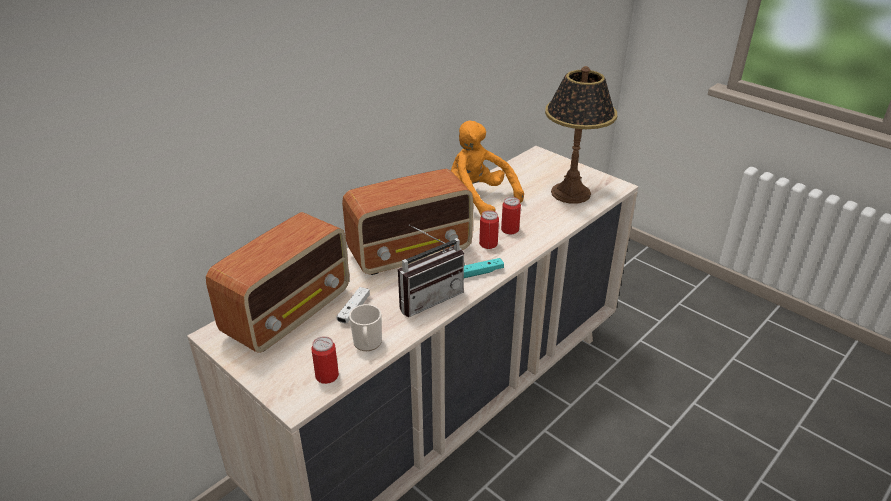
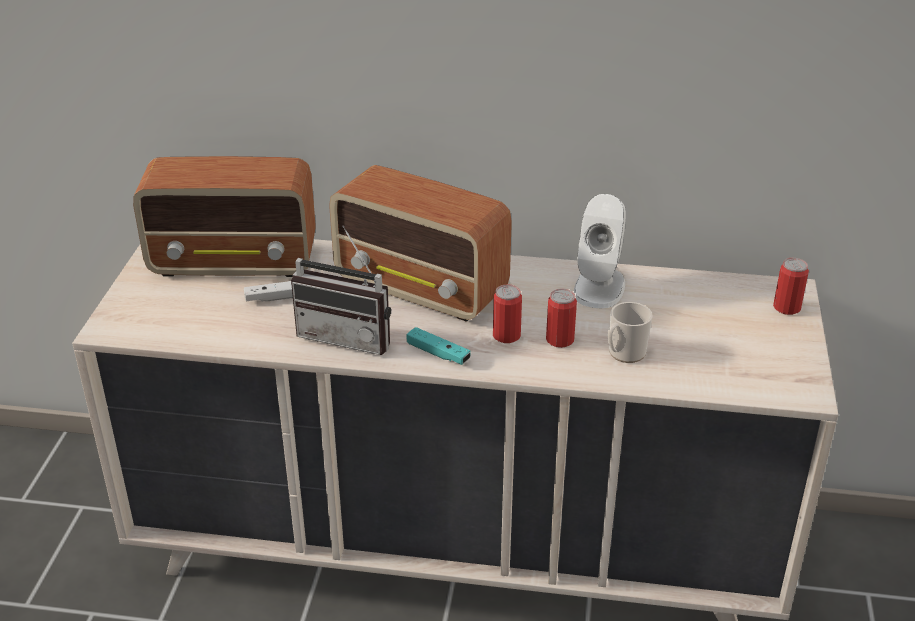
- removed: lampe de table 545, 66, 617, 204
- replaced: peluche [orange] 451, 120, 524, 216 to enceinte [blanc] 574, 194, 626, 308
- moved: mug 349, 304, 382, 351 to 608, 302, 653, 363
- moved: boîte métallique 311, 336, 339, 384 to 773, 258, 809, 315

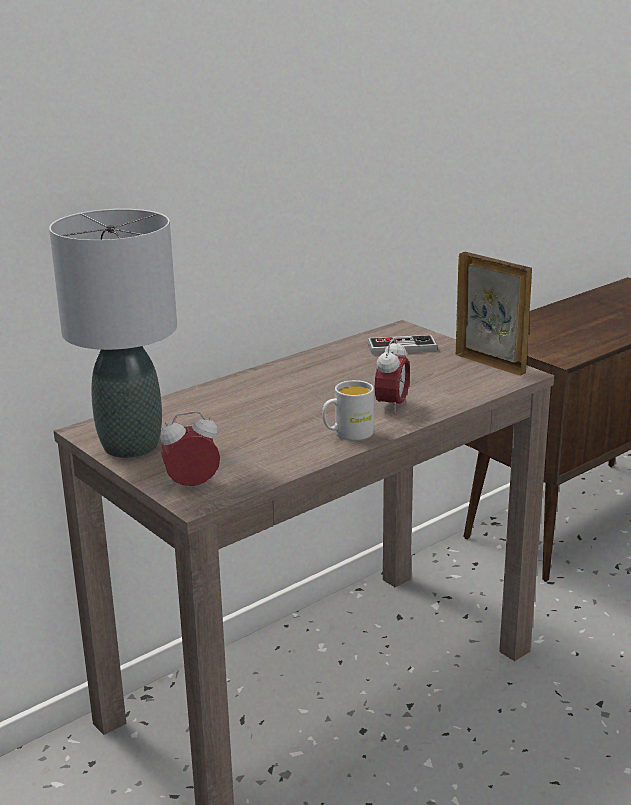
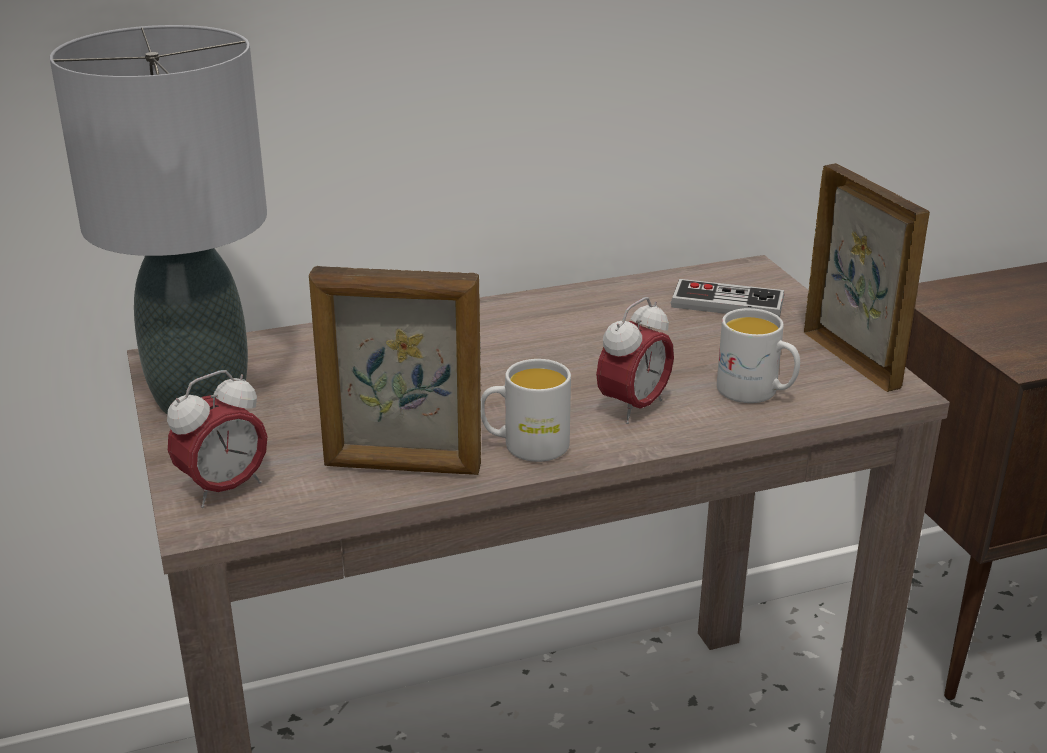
- turned: réveil 160, 411, 220, 486 = 167, 370, 267, 508 135 degrees clockwise
- added: cadre photo 309, 266, 481, 475
- added: mug [blanc] 717, 308, 800, 403

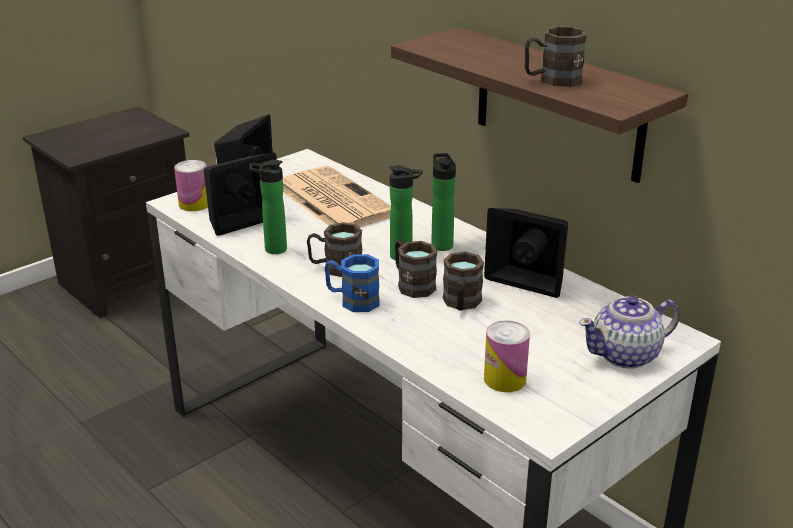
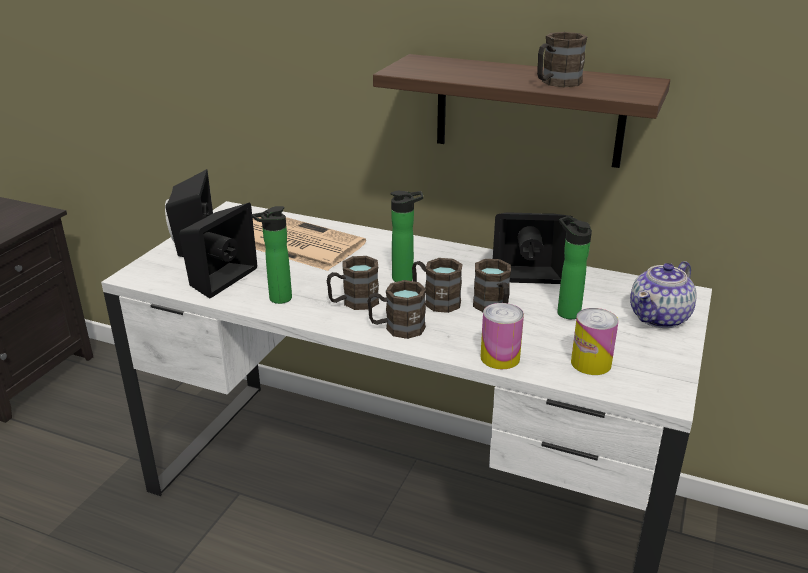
- moved: bouteille 431, 153, 456, 251 to 557, 216, 592, 319
- moved: boîte métallique 174, 160, 208, 211 to 480, 303, 524, 369
- recoloured: mug [bleu] 325, 254, 380, 312 to mug [marron] 367, 280, 426, 339

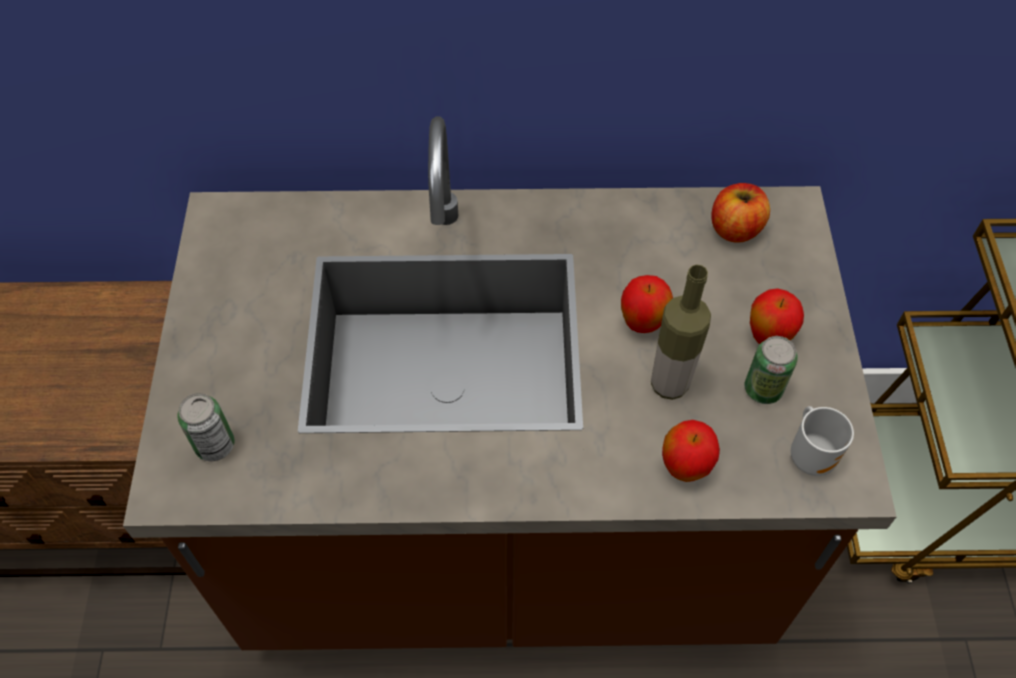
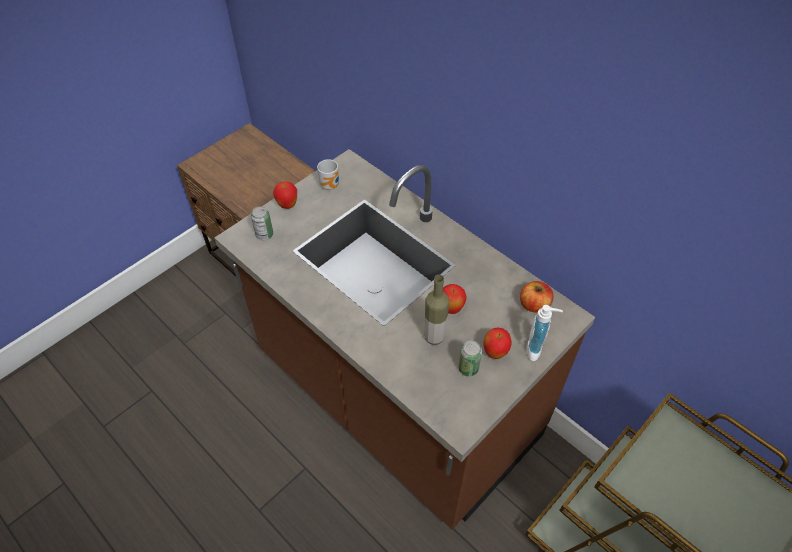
- moved: mug 791, 406, 854, 476 to 317, 159, 339, 190
- moved: pomme 662, 420, 720, 482 to 273, 181, 297, 209
- added: distributeur de savon 526, 305, 563, 361

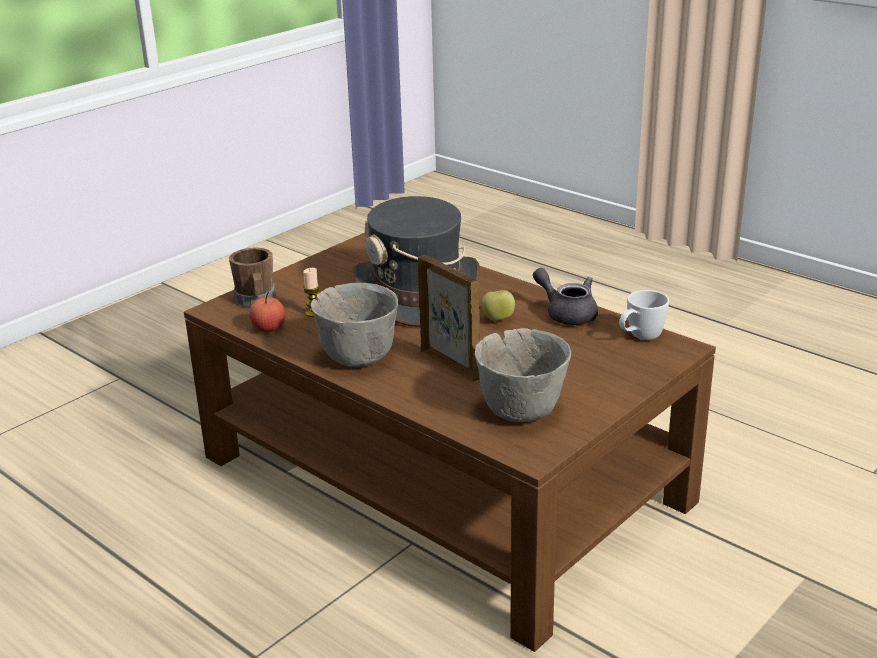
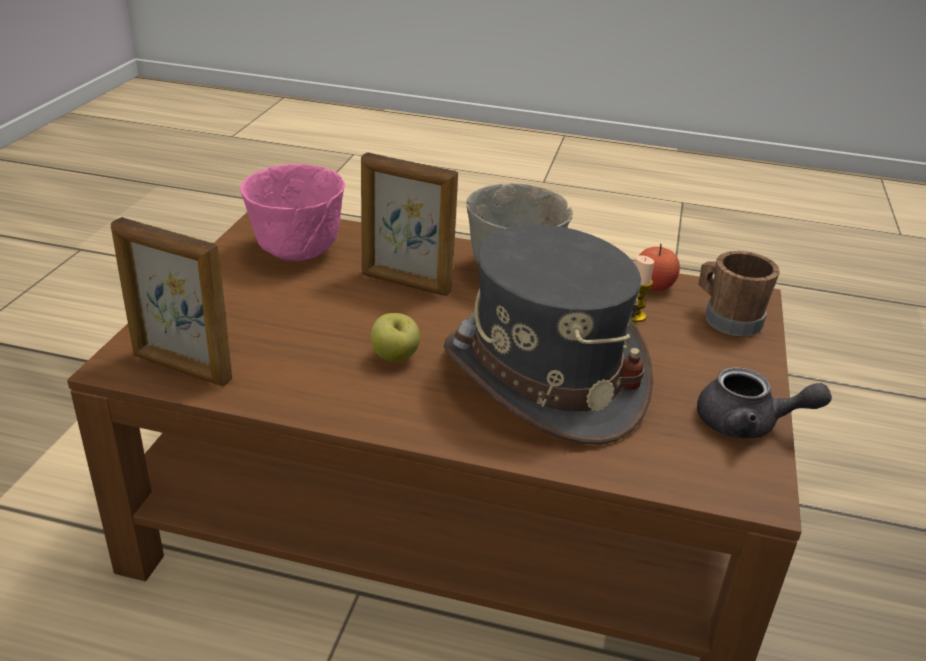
- moved: théière [gris] 533, 268, 598, 325 to 697, 367, 832, 439
- replaced: mug [blanc] 619, 290, 669, 340 to cadre photo 111, 217, 232, 386
- recoloured: bol [gris] 474, 328, 571, 422 to bol [rose] 240, 164, 345, 261

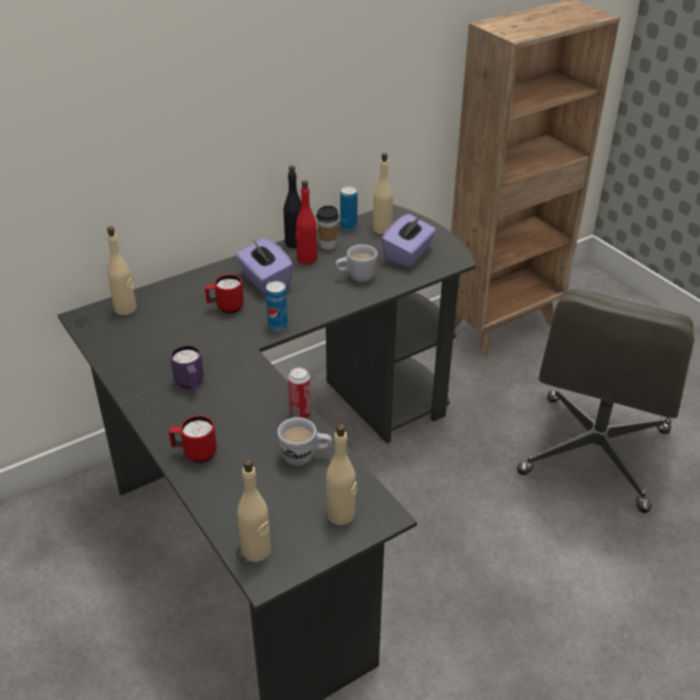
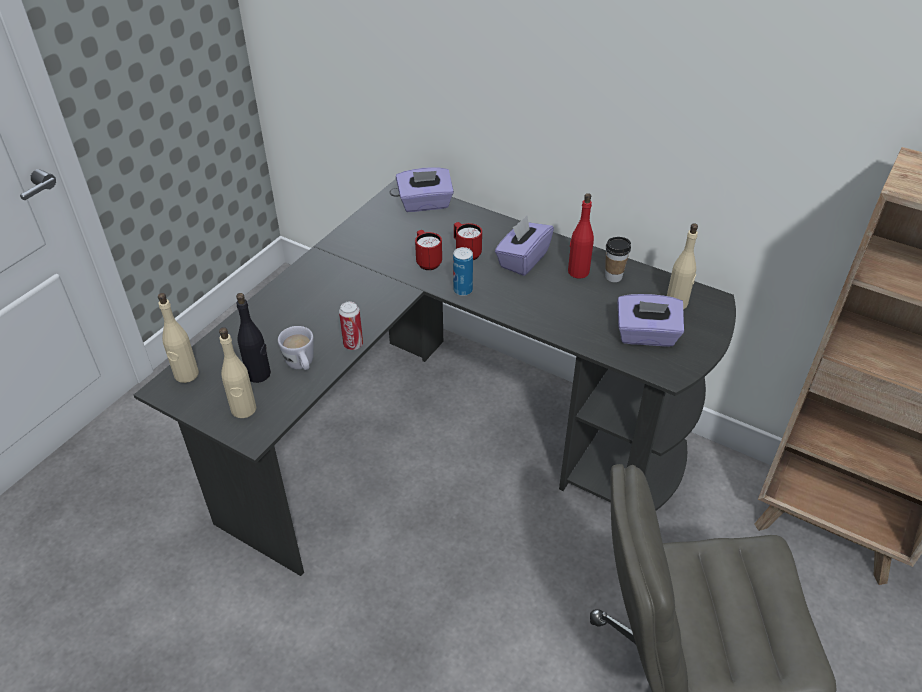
- moved: bouteille [noir] 284, 166, 302, 248 to 236, 293, 271, 383
- removed: boîte métallique 340, 186, 358, 230
- replaced: bouteille [beige] 107, 227, 137, 315 to boîte à mouchoirs [violet] 396, 167, 454, 212
- removed: mug [blanc] 335, 244, 378, 282
- removed: mug [violet] 170, 345, 204, 389
- moved: mug [rouge] 169, 415, 217, 463 to 415, 230, 442, 270

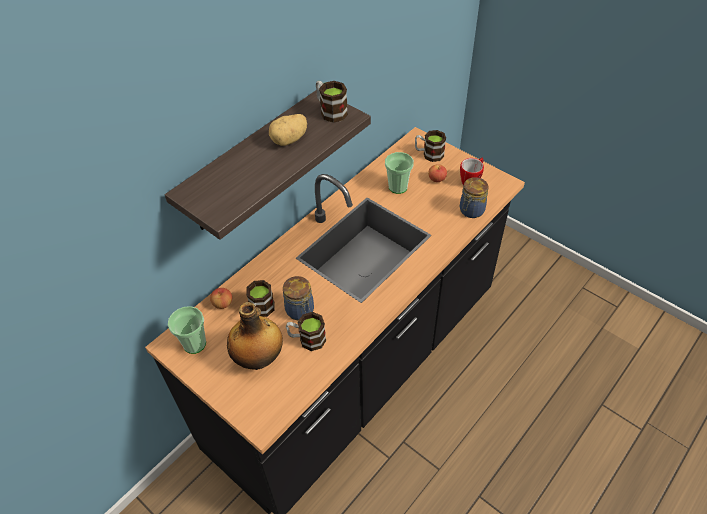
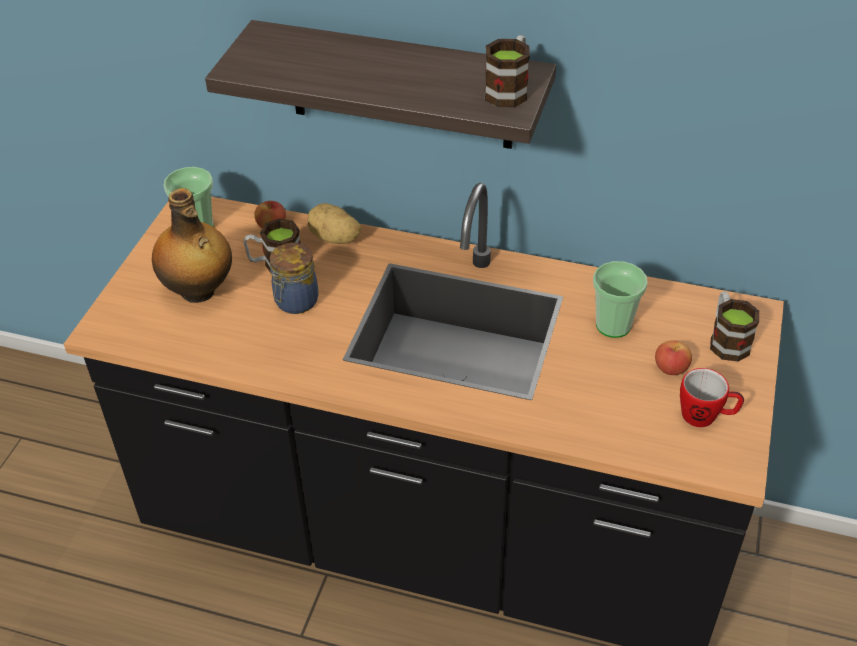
- moved: pomme de terre 269, 114, 307, 146 to 308, 203, 362, 244
- removed: bocal 460, 177, 489, 218
- removed: mug 286, 312, 326, 351

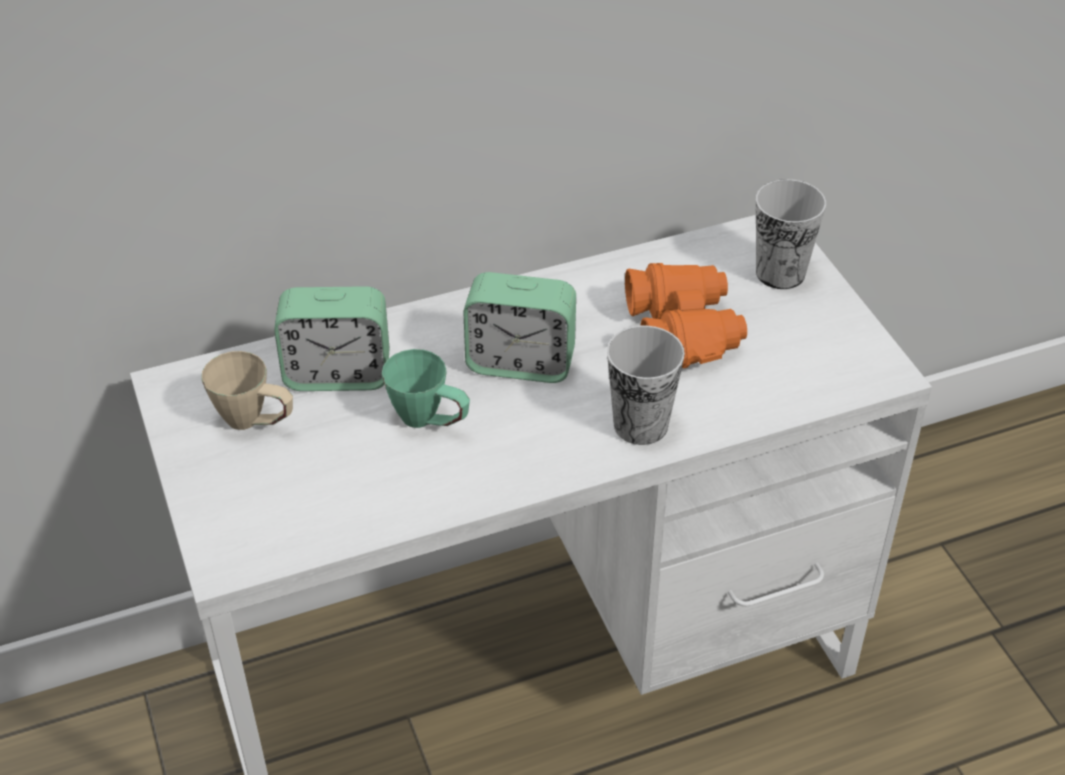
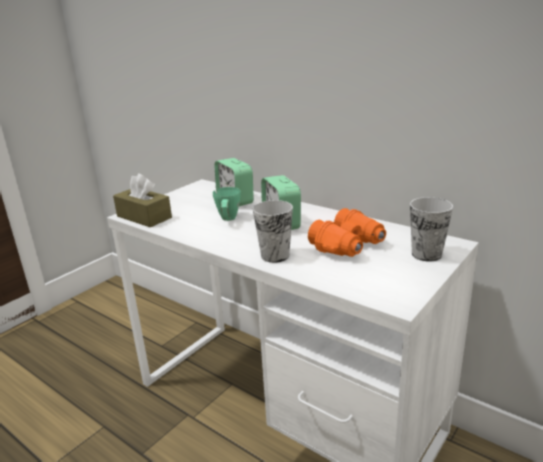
- removed: mug [beige] 201, 351, 293, 430
- added: boîte à mouchoirs [marron] 113, 173, 172, 228

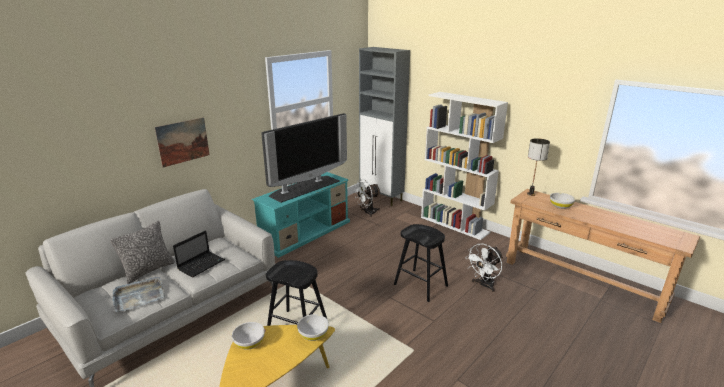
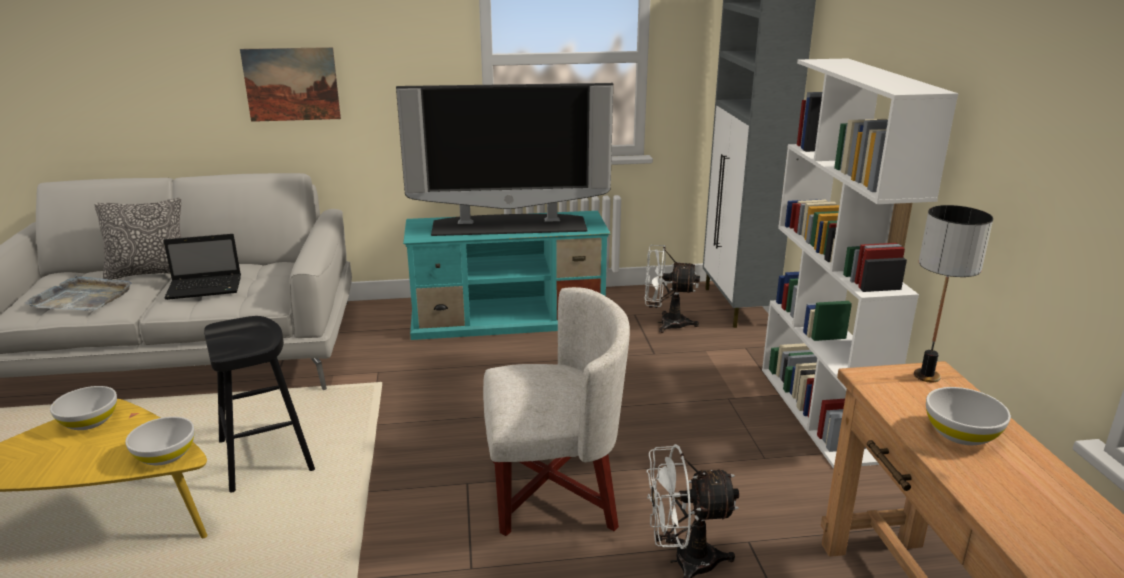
- replaced: tabouret [noir] 394, 224, 448, 302 to fauteuil [blanc] 483, 287, 630, 536

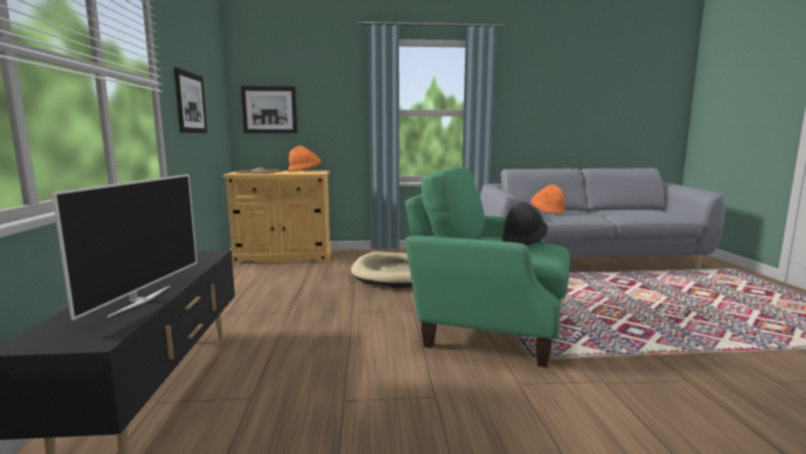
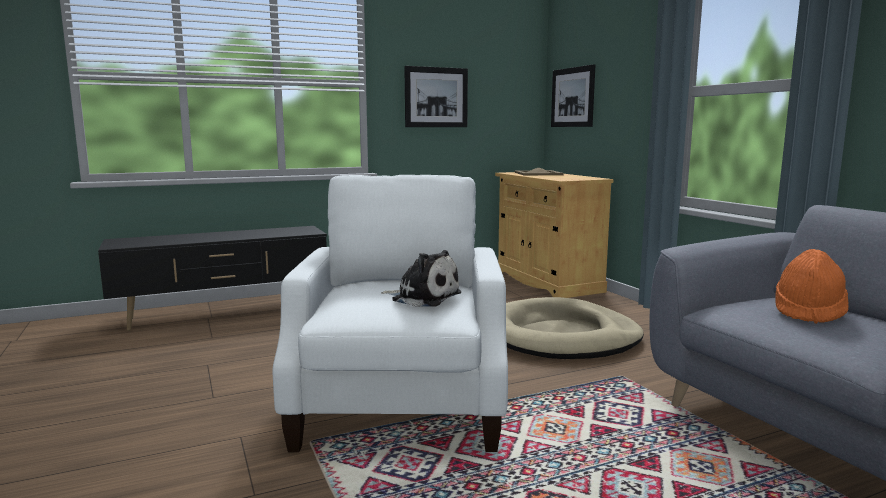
- removed: chapeau [orange] 288, 146, 321, 172
- recoloured: fauteuil [vert] 405, 167, 570, 368 to fauteuil [blanc] 273, 175, 508, 452
- removed: téléviseur 52, 174, 197, 320
- replaced: chapeau [noir] 502, 202, 548, 245 to peluche 381, 250, 462, 307

